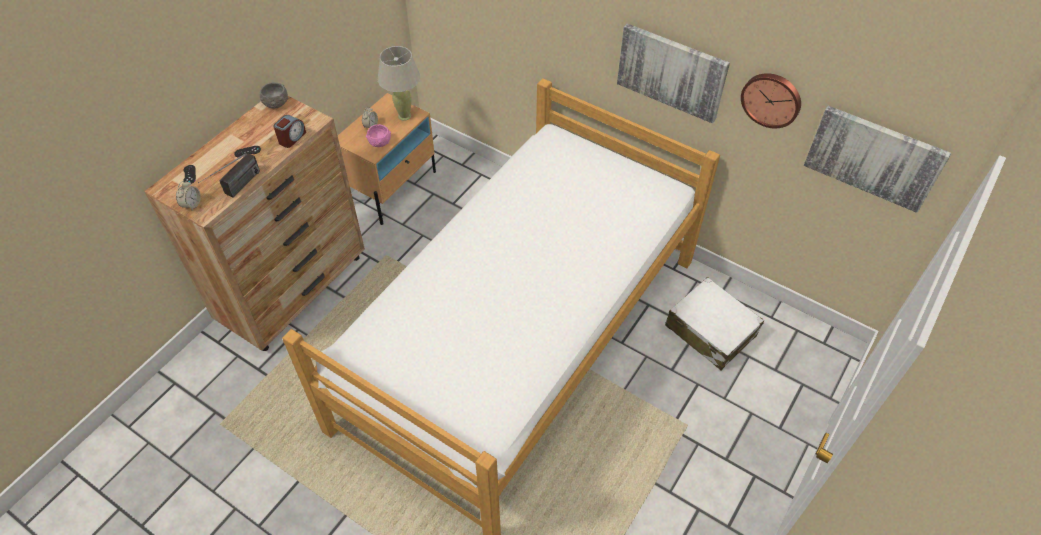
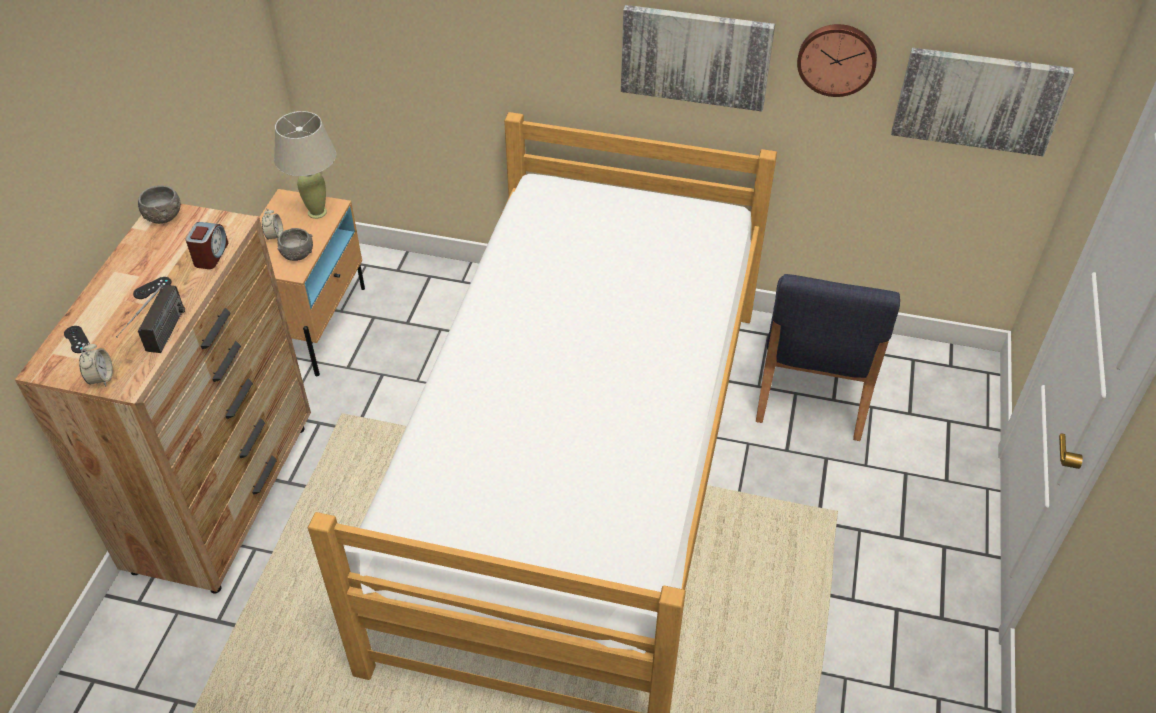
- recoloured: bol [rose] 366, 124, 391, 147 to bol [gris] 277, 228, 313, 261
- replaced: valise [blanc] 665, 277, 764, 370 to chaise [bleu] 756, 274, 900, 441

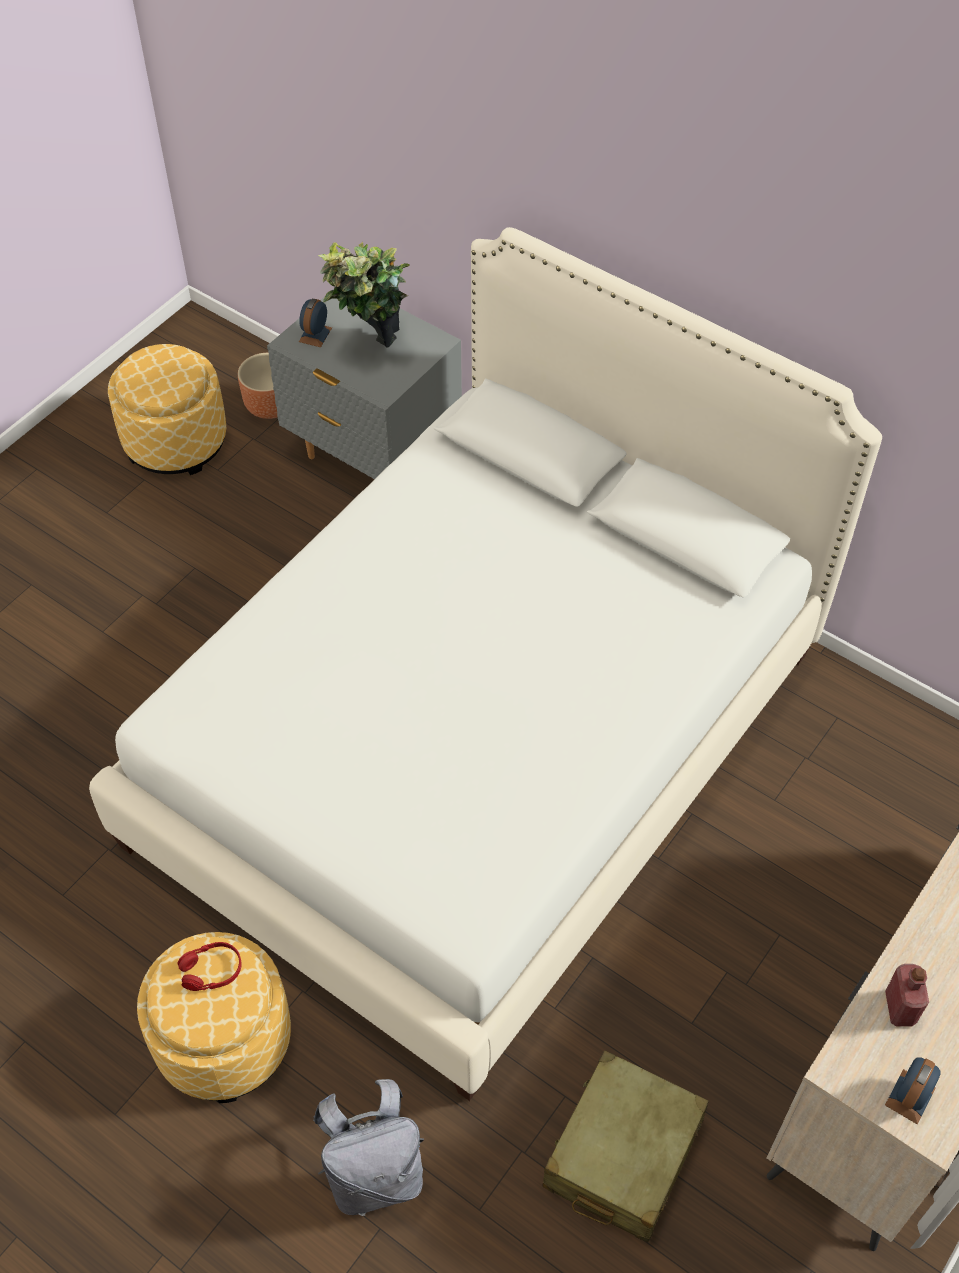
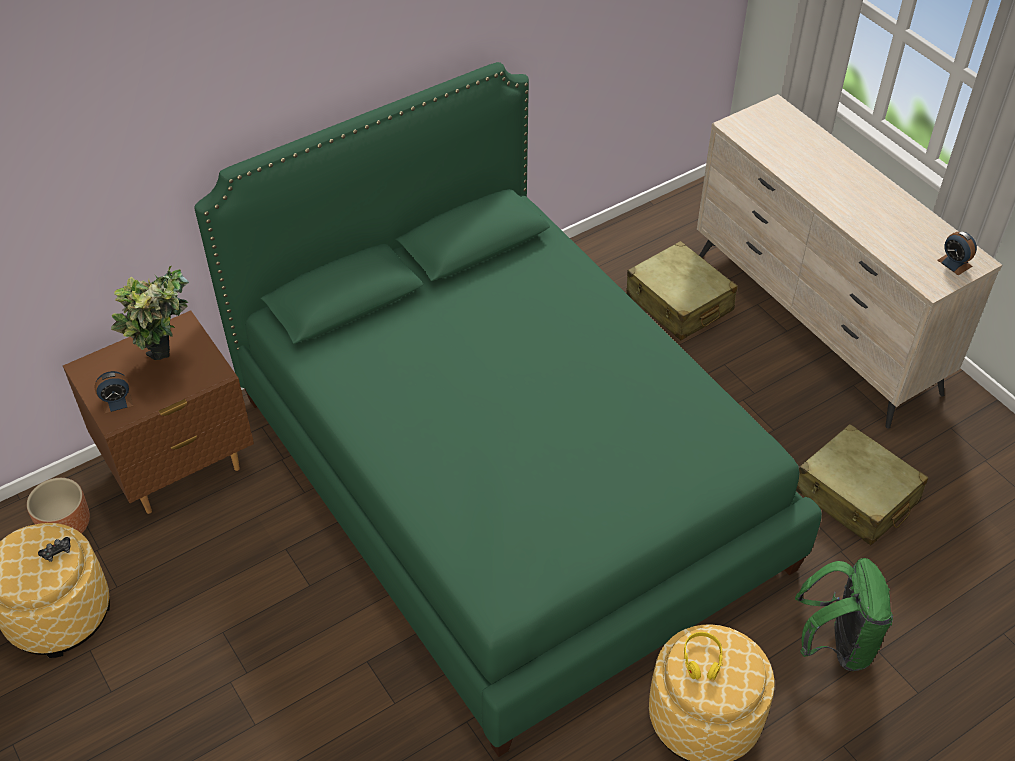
- recoloured: lit [blanc] 89, 227, 882, 1101 to lit [vert] 194, 62, 822, 757
- recoloured: table de chevet [gris] 267, 289, 462, 479 to table de chevet [marron] 63, 310, 254, 514
- turned: réveil 299, 299, 332, 347 = 94, 371, 133, 414 60 degrees counterclockwise
- recoloured: casque audio [rouge] 177, 942, 242, 991 to casque audio [jaune] 684, 632, 723, 680
- removed: bouteille [rouge] 885, 964, 929, 1027
- recoloured: sac à dos [gris] 313, 1079, 424, 1216 to sac à dos [vert] 795, 558, 893, 671
- added: valise [beige] 626, 241, 737, 341
- added: manette 38, 537, 70, 562

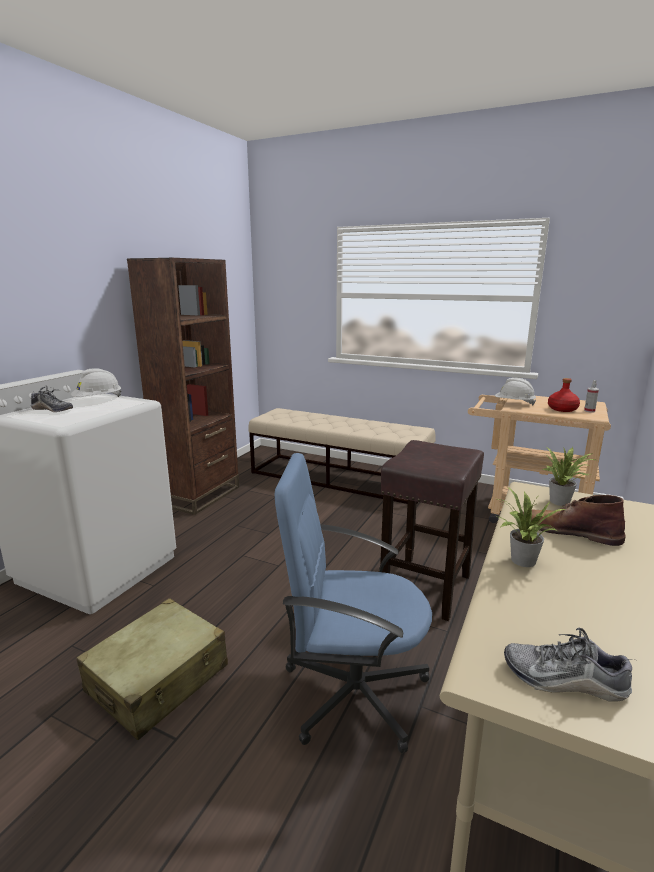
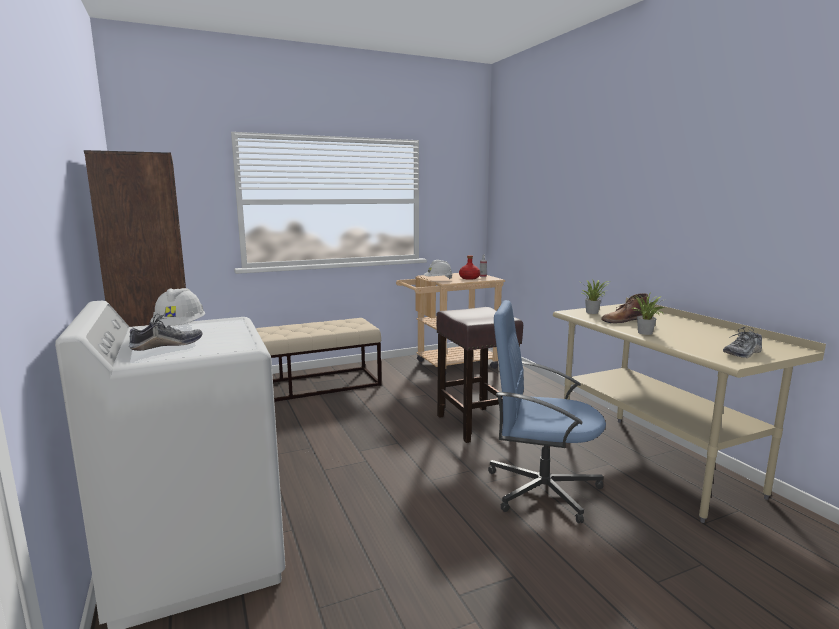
- turned: chaise de bureau [bleu] 275, 453, 432, 753 = 488, 300, 606, 523 60 degrees clockwise
- removed: valise [beige] 76, 598, 228, 740

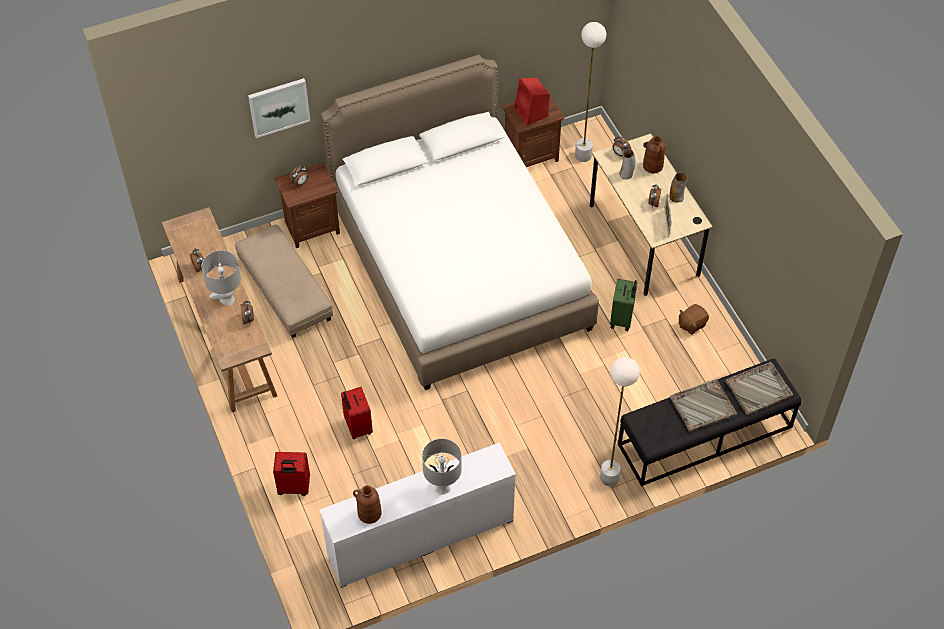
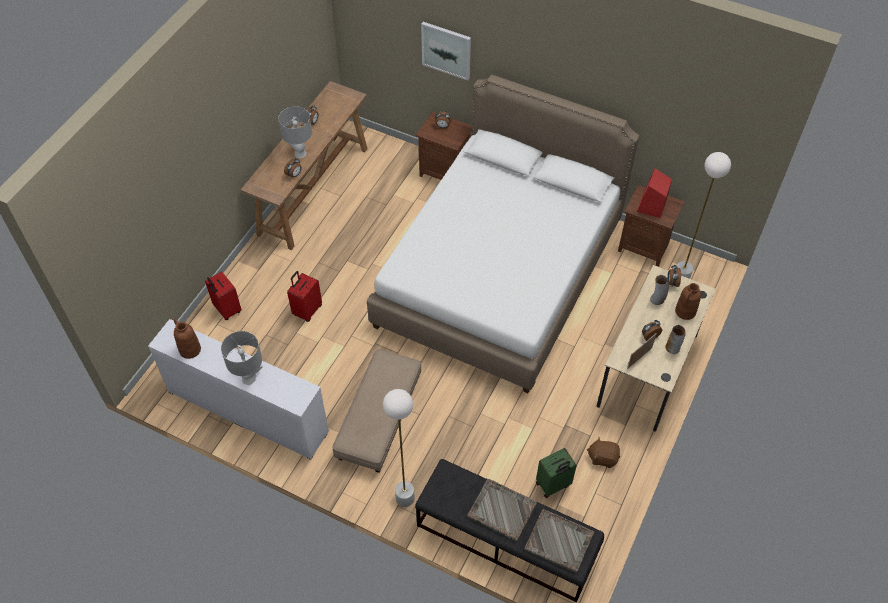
- moved: pouf [beige] 235, 225, 333, 338 to 333, 349, 421, 473
- moved: valise [vert] 610, 279, 637, 331 to 536, 448, 577, 498

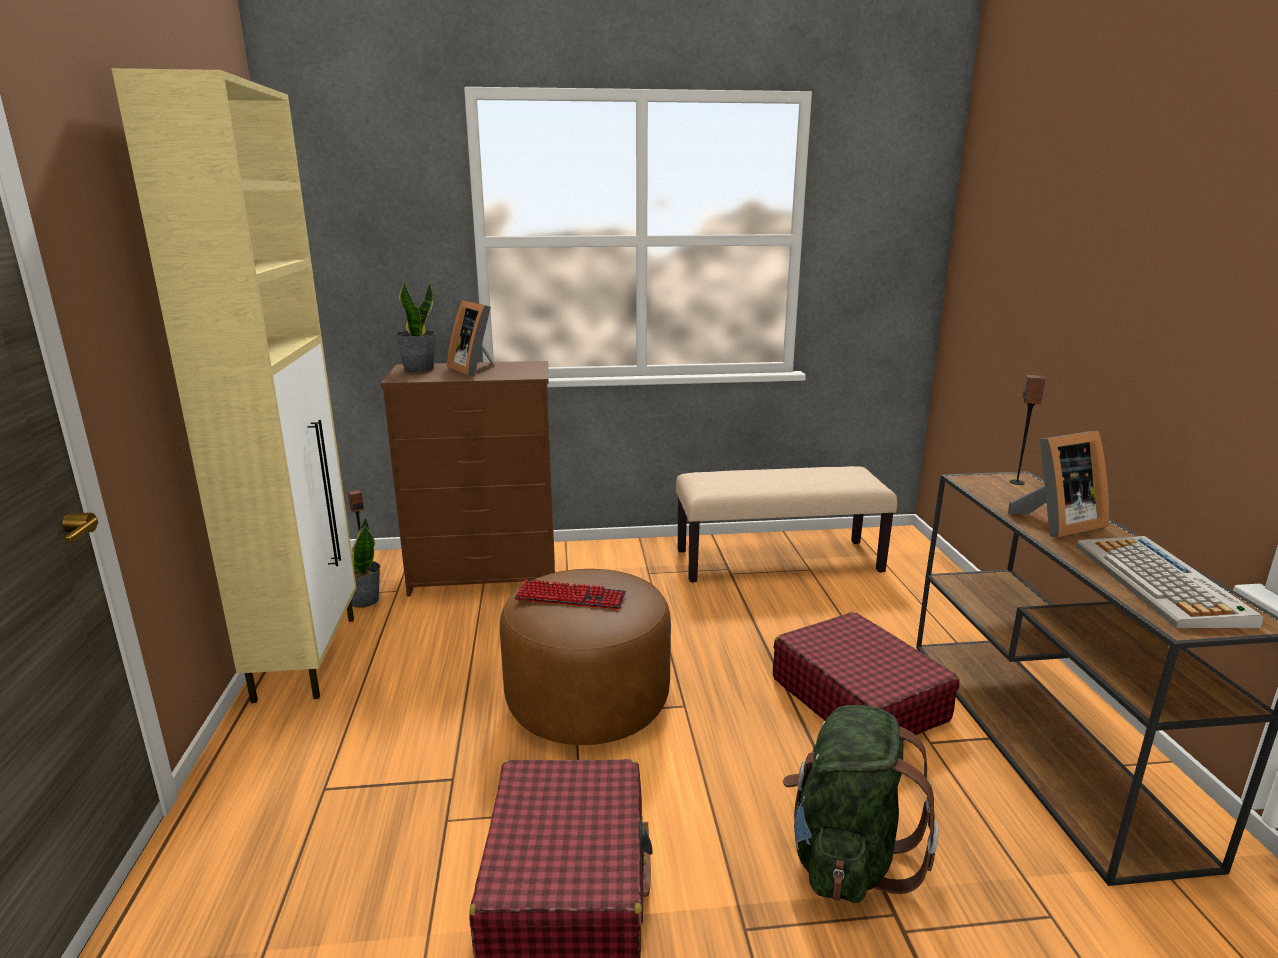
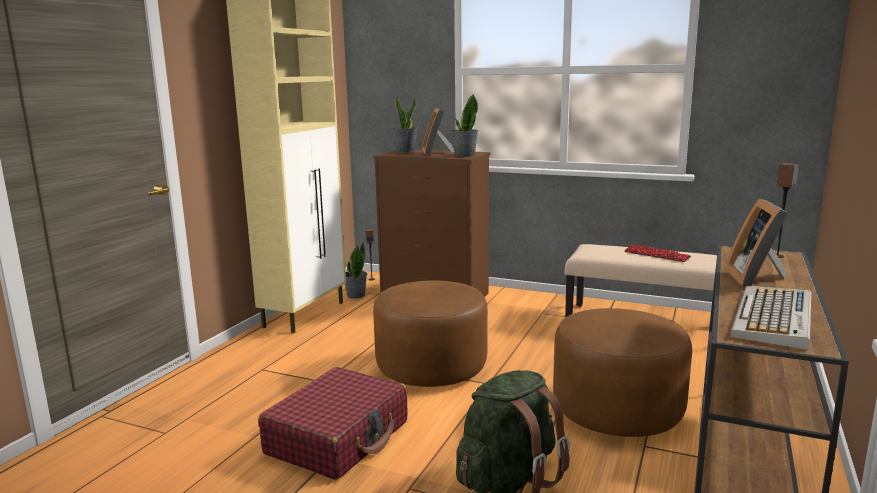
- turned: cadre photo 1008, 431, 1109, 537 = 725, 198, 788, 287 90 degrees clockwise
- moved: clavier 515, 579, 626, 609 to 624, 244, 691, 262
- replaced: valise [rouge] 773, 612, 960, 741 to pouf [marron] 553, 308, 692, 437
- added: plante en pot 451, 94, 478, 157

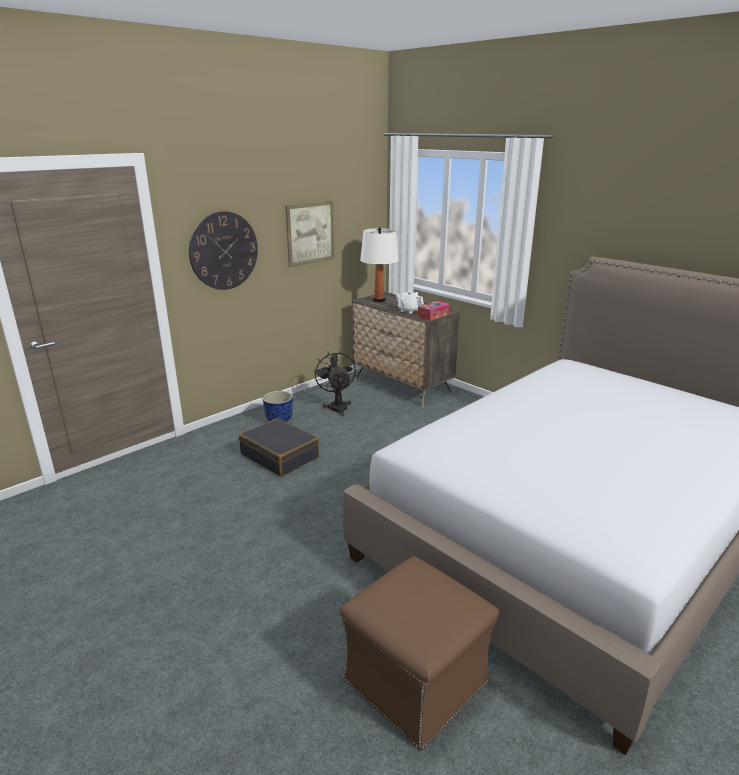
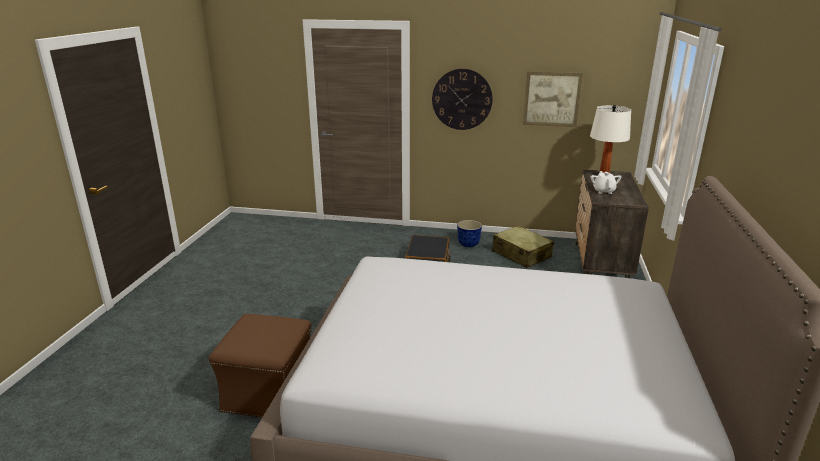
- removed: boîte à mouchoirs 418, 301, 450, 320
- replaced: ventilateur [noir] 313, 351, 356, 416 to valise [beige] 492, 225, 554, 268

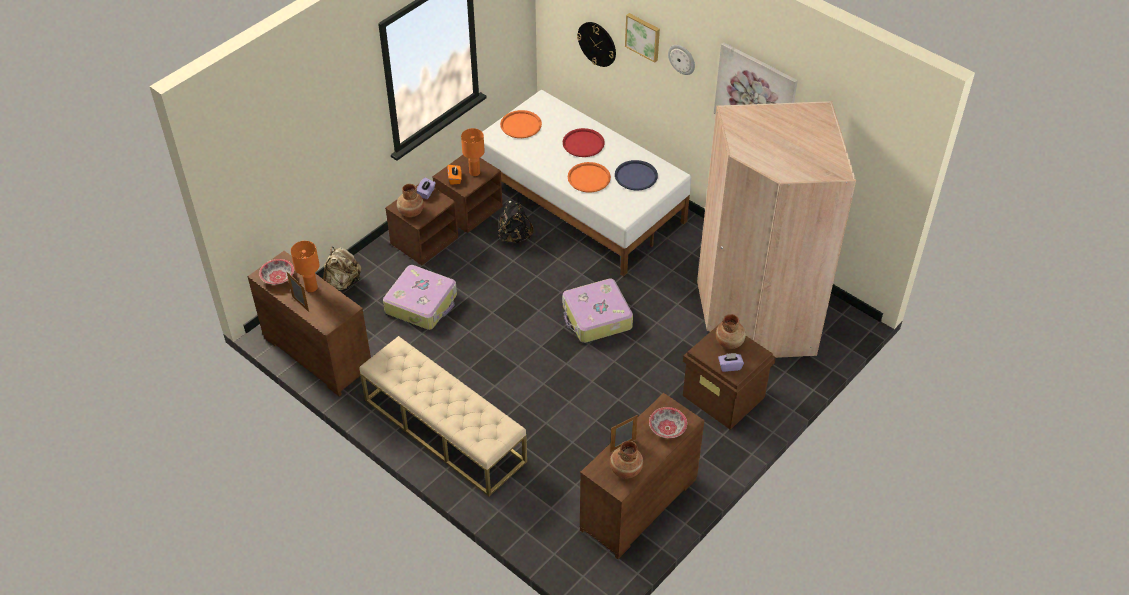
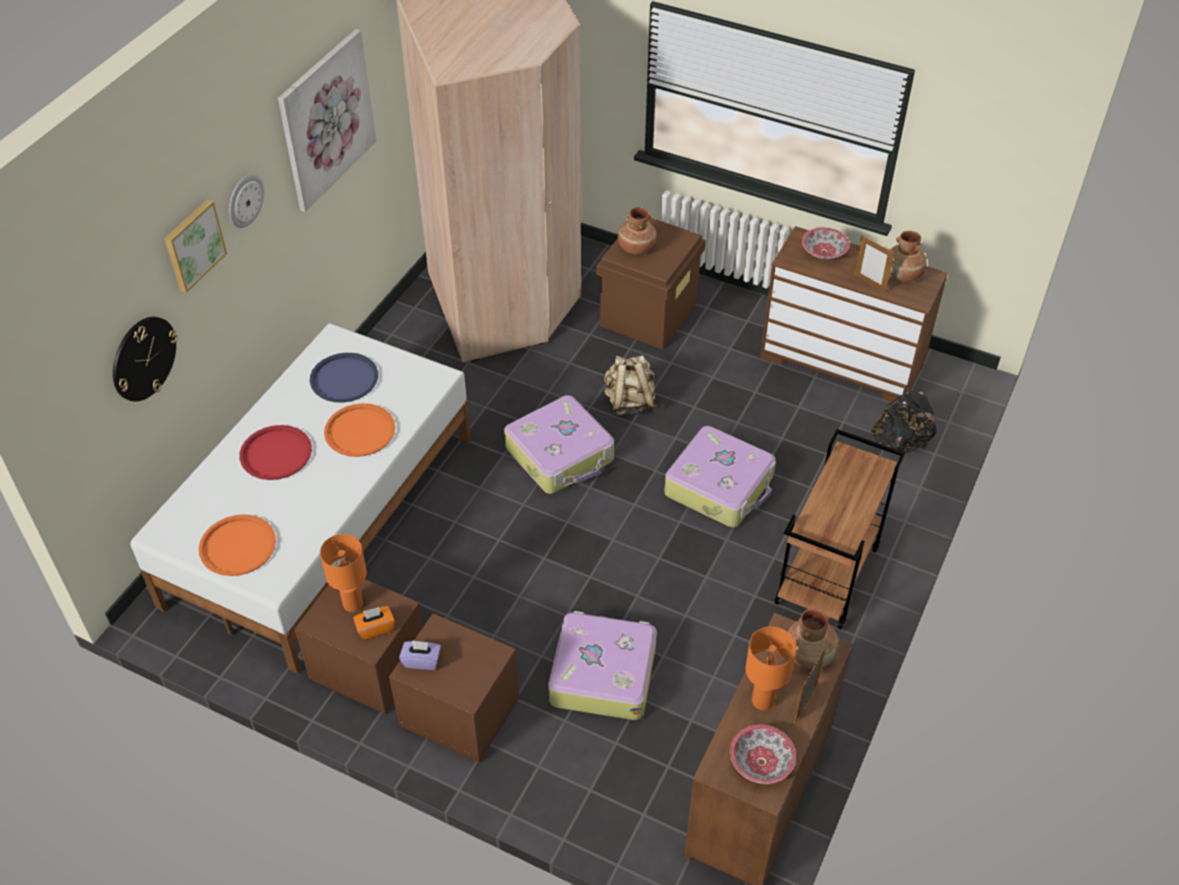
- moved: vase [marron] 397, 184, 424, 217 to 788, 609, 839, 669
- moved: sac à dos [noir] 498, 201, 534, 243 to 871, 385, 937, 453
- moved: sac à dos [beige] 322, 247, 361, 291 to 604, 355, 659, 416
- replaced: banc [beige] 359, 336, 527, 496 to chariot [marron] 774, 429, 905, 630
- removed: boîte à mouchoirs [violet] 718, 353, 744, 372
- added: valise 665, 426, 776, 527

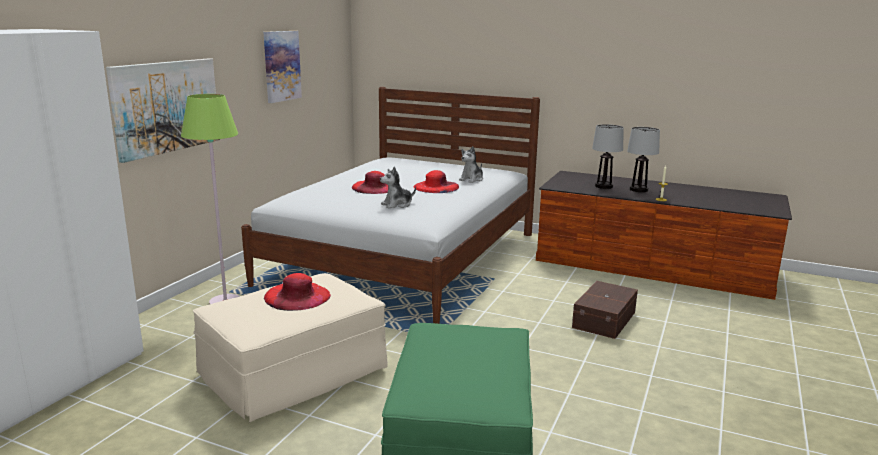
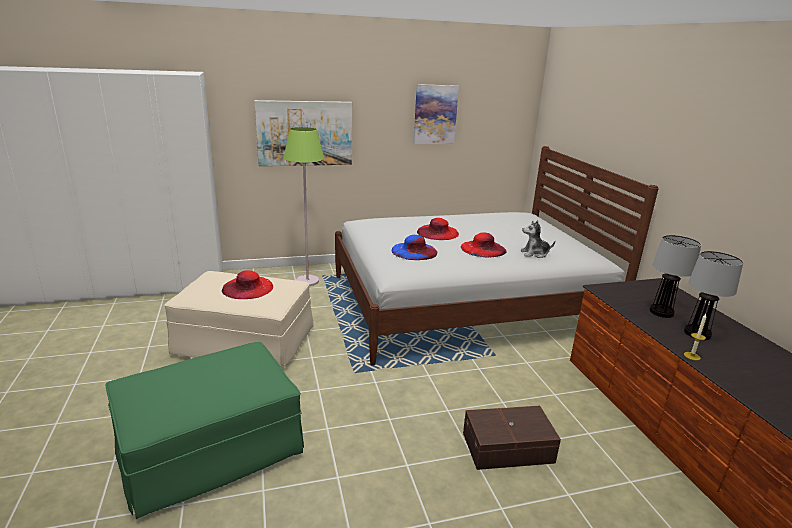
- replaced: peluche 380, 166, 416, 209 to chapeau [bleu] 392, 235, 437, 260

